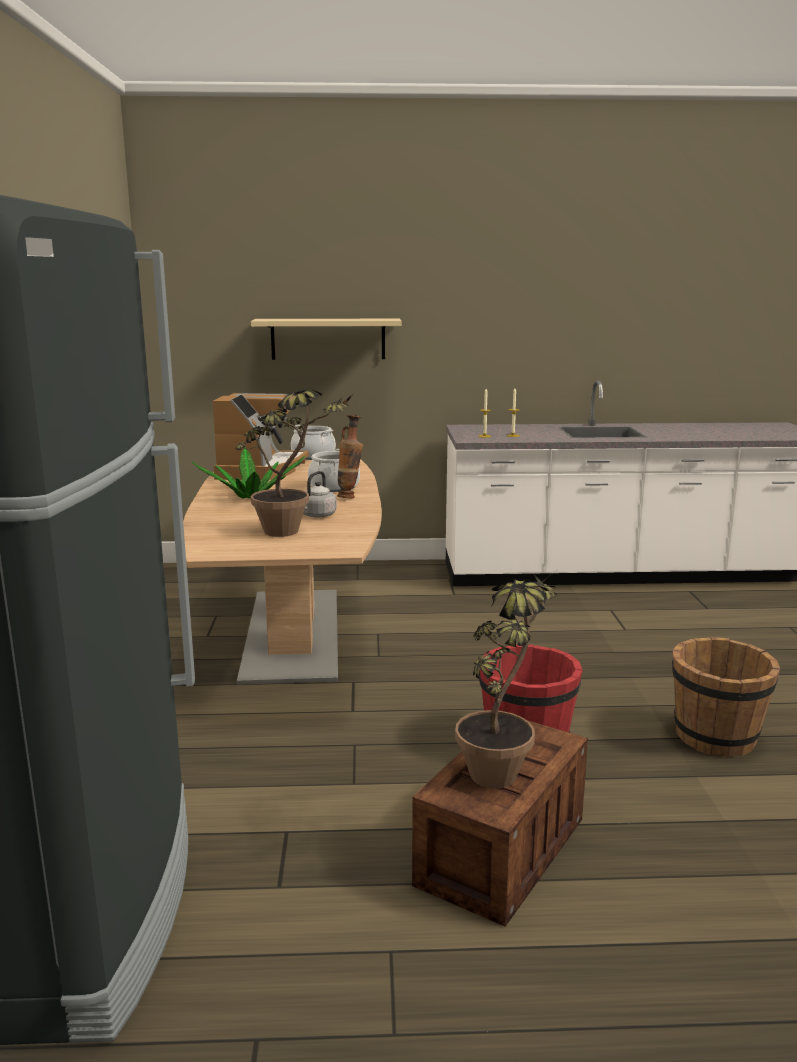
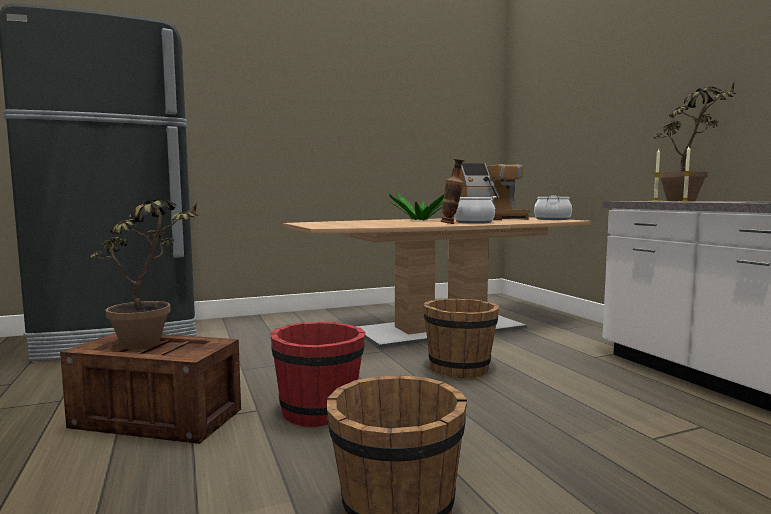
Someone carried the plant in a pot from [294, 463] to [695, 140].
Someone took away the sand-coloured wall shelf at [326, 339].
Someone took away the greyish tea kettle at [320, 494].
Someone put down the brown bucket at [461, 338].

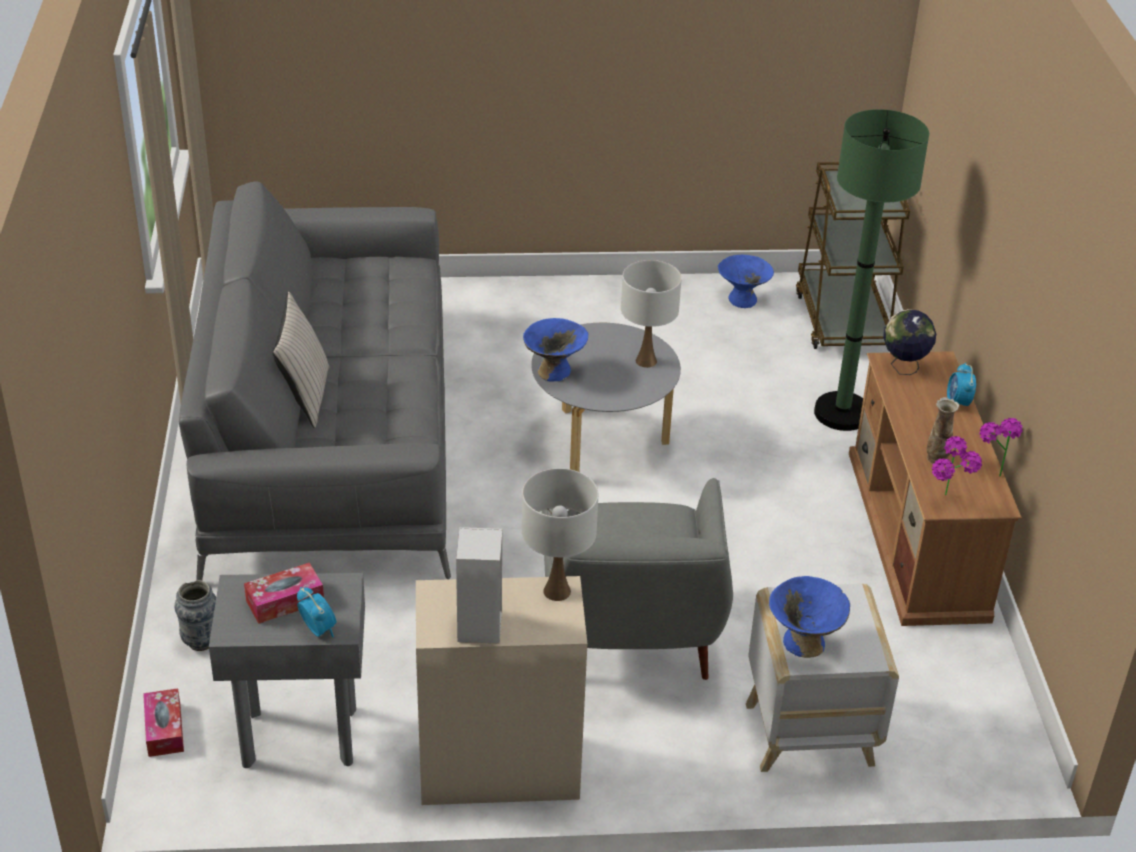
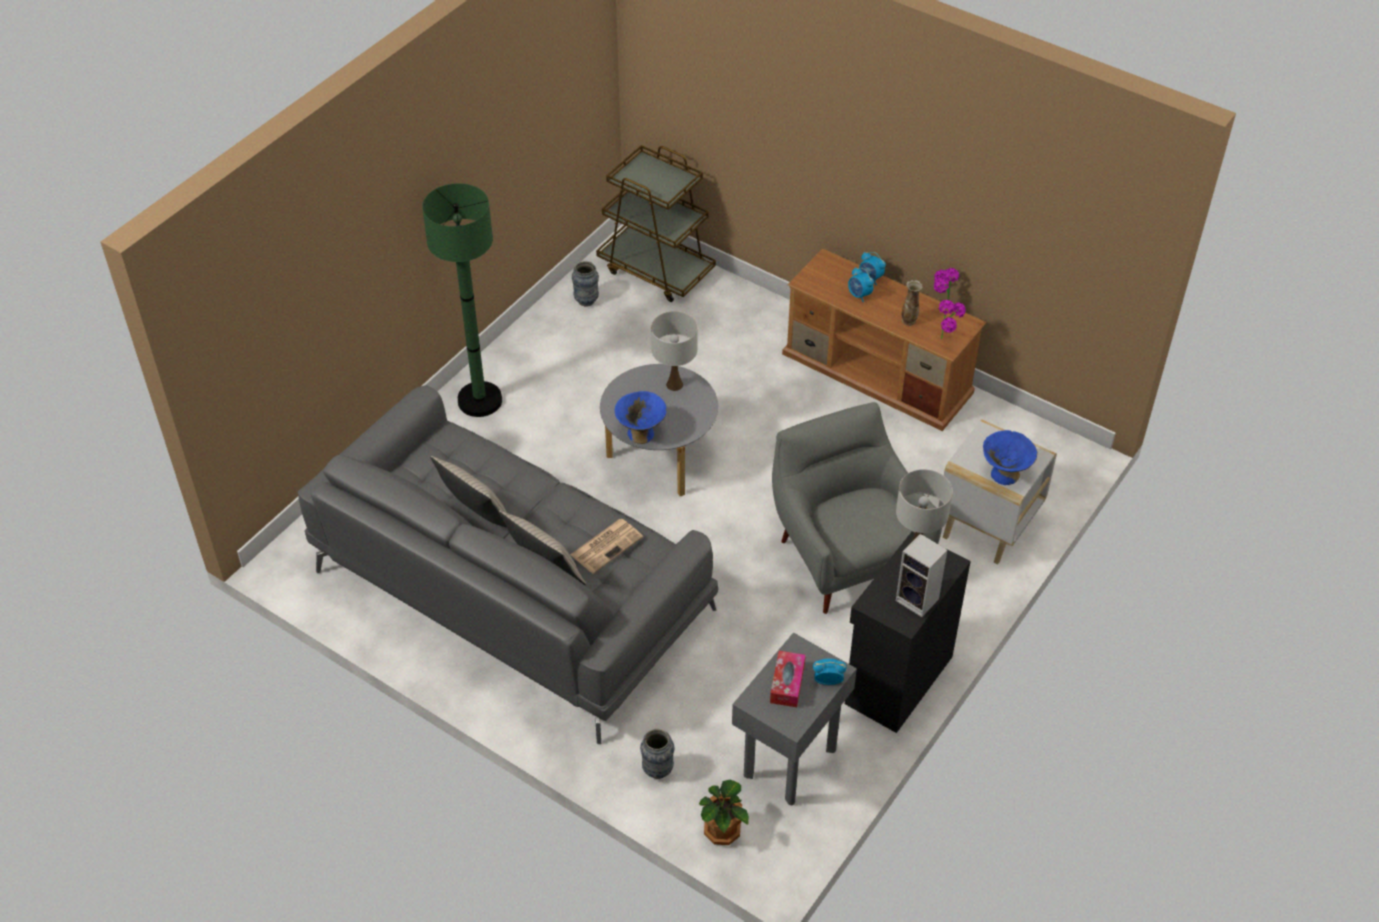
Someone swapped the tissue holder at [163, 722] for the plant in a pot at [724, 812].
Someone repainted the sand-coloured storage cabinet at [501, 690], which became the black-coloured storage cabinet at [908, 632].
Someone rotated the greyish easy chair at [637, 579] by 150 degrees counterclockwise.
Someone swapped the blue-coloured deep dish at [746, 281] for the flower vase at [585, 283].
Someone carried the greenish standard lamp from [871, 270] to [462, 300].
Someone took away the world globe at [909, 342].
Someone put down the sand-coloured pillow at [468, 492].
Someone put down the printed paper at [606, 546].
Someone put down the alarm clock at [861, 284].

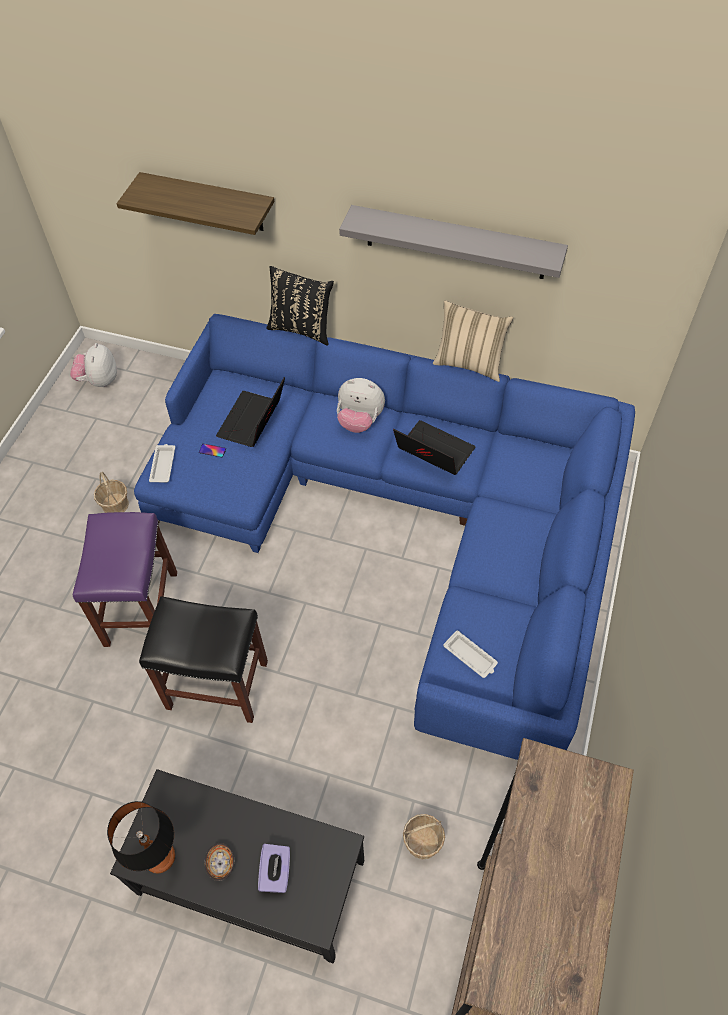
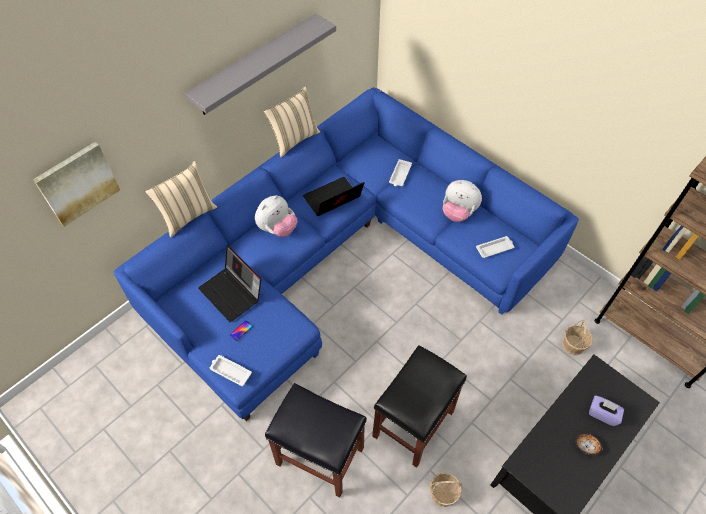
Someone carried the soft toy from [93, 365] to [462, 201].
Someone repainted the purple-coloured stool at [124, 579], which became the black-coloured stool at [316, 440].
Someone carried the storage basket from [111, 492] to [446, 490].
Someone took away the tabletop lamp at [141, 837].
Someone swapped the wall shelf at [195, 203] for the picture at [76, 184].
Someone repainted the black-coloured pillow at [300, 306], which became the sand-coloured pillow at [181, 199].
Someone put down the white carrying tray at [400, 172].

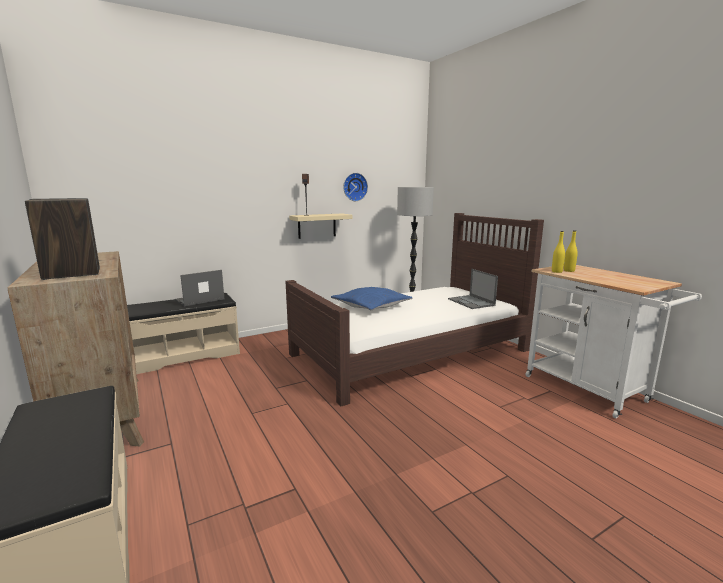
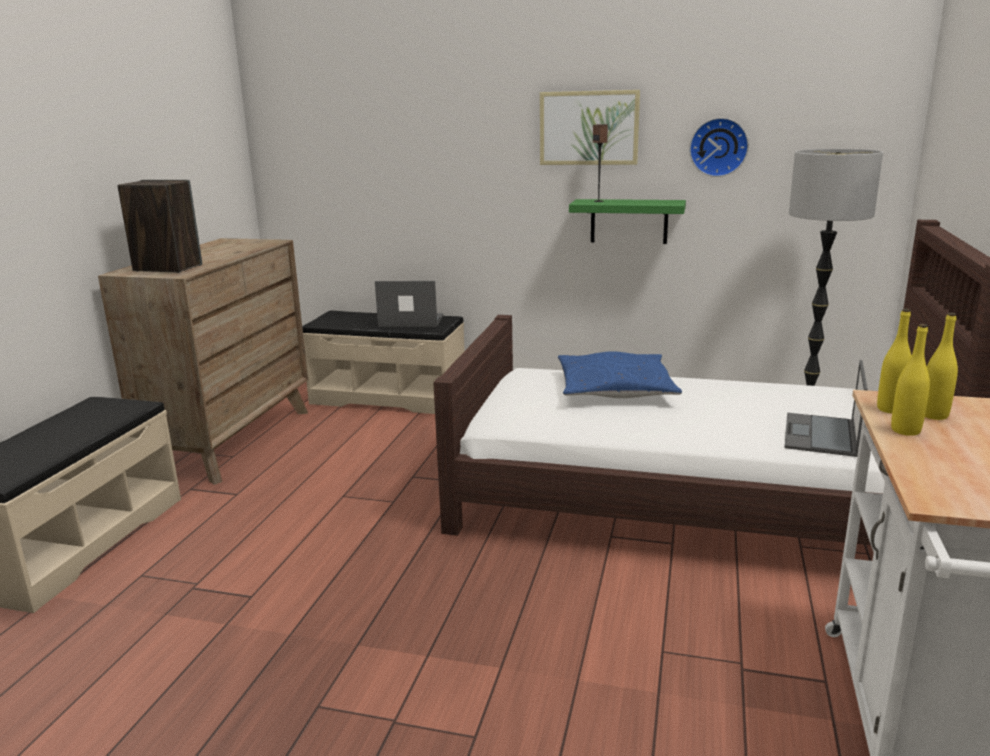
Someone repainted the sand-coloured wall shelf at [321, 226], which became the greenish wall shelf at [627, 221].
Someone put up the picture at [590, 127].
Someone put down the yellow-coloured drink bottle at [910, 380].

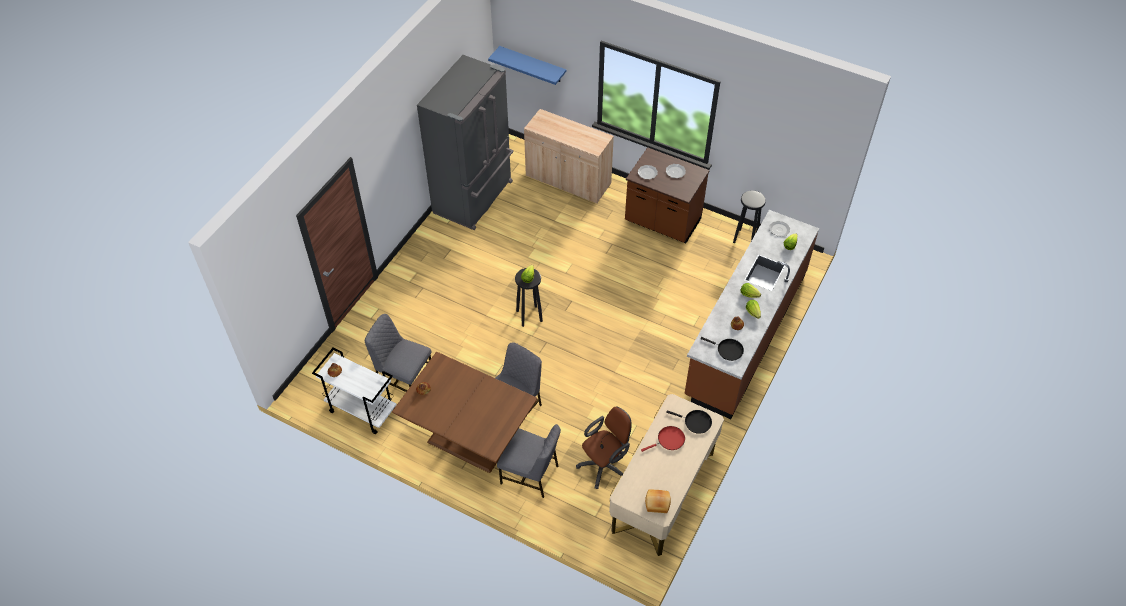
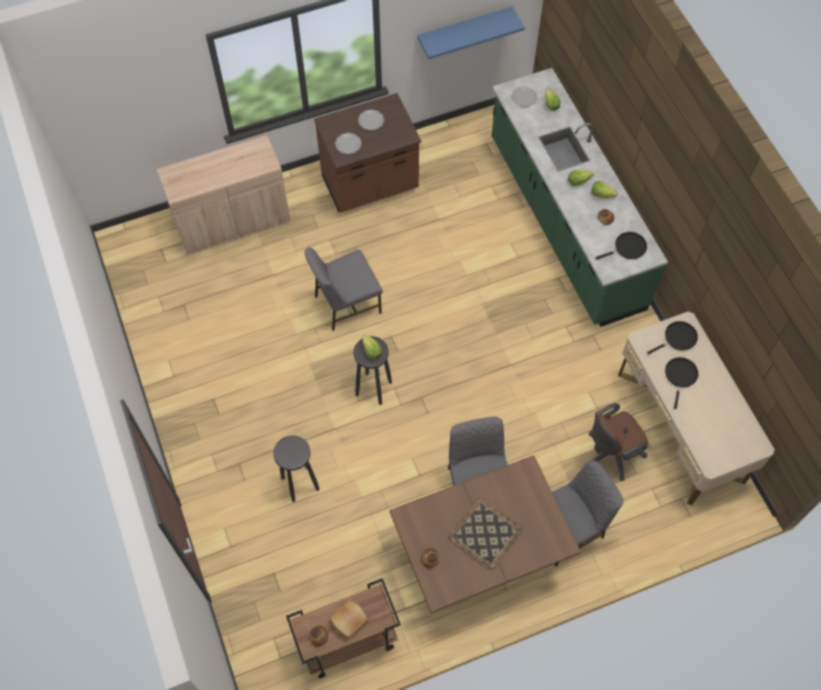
Someone repainted the white cart at [354, 391], which became the brown cart at [343, 628].
Someone carried the greyish plain chair from [398, 353] to [343, 289].
Someone took away the greyish refrigerator at [465, 142].
Someone carried the blue-coloured wall shelf from [527, 65] to [471, 33].
Someone rotated the brown computer chair at [604, 447] by 120 degrees counterclockwise.
Someone repainted the red-coloured skillet at [663, 439], which became the black-coloured skillet at [682, 383].
Someone carried the bakery bread from [658, 501] to [349, 619].
Someone repainted the brown kitchen base unit at [751, 314], which became the greenish kitchen base unit at [580, 197].
Someone carried the black-coloured stool from [749, 216] to [296, 469].
Someone put down the carrying tray at [485, 534].

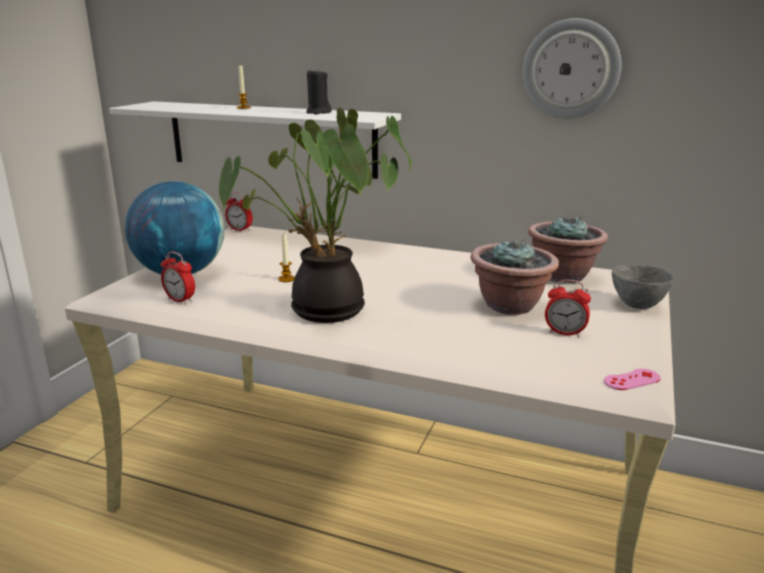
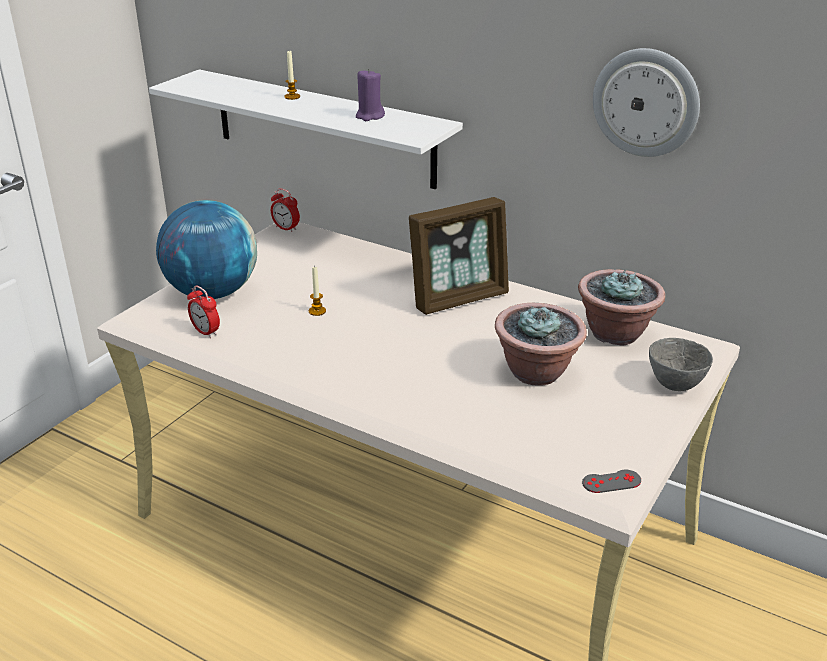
Someone took away the plant in a pot at [315, 215].
Someone repainted the black-coloured wax candle at [319, 91], which became the purple-coloured wax candle at [370, 95].
Someone took away the alarm clock at [568, 308].
Someone repainted the pinkish joypad at [632, 379], which became the greyish joypad at [611, 481].
Someone put down the picture frame at [459, 256].

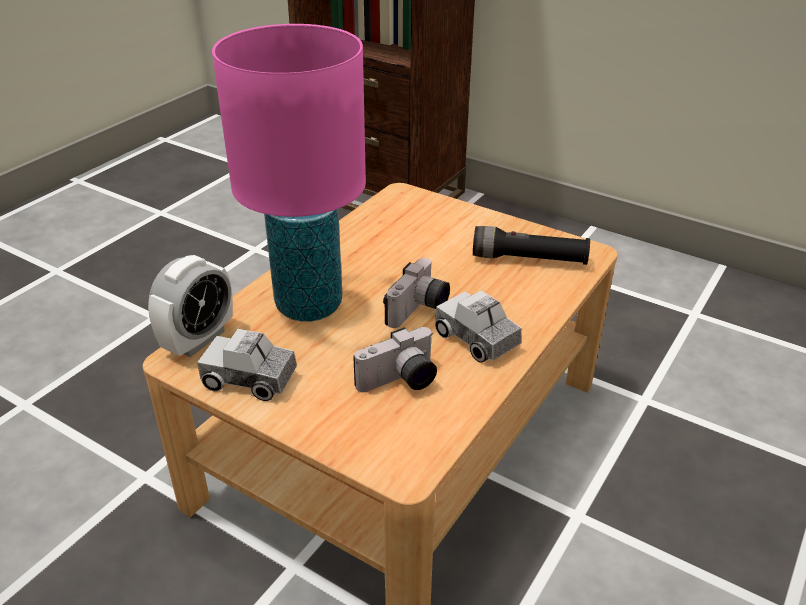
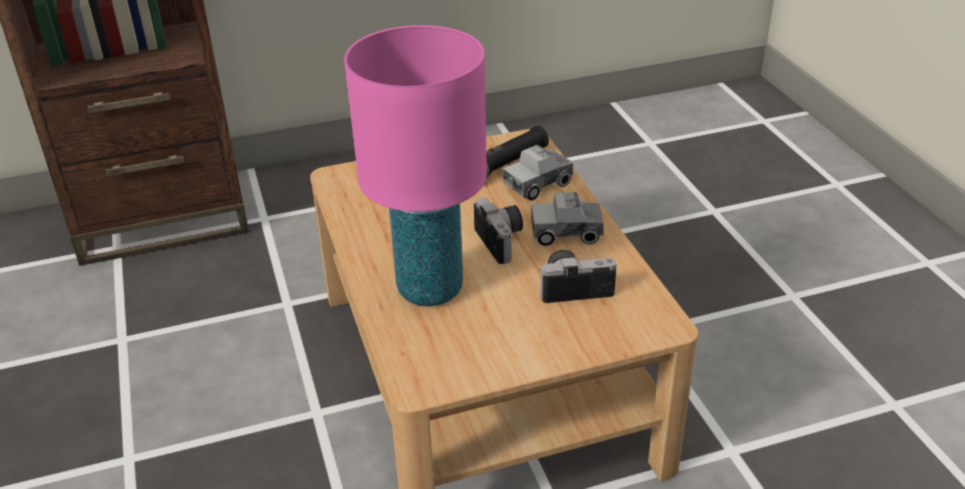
Someone took away the alarm clock at [190, 306].
Someone carried the toy lorry from [247, 365] to [538, 173].
Someone rotated the still camera at [395, 359] by 105 degrees counterclockwise.

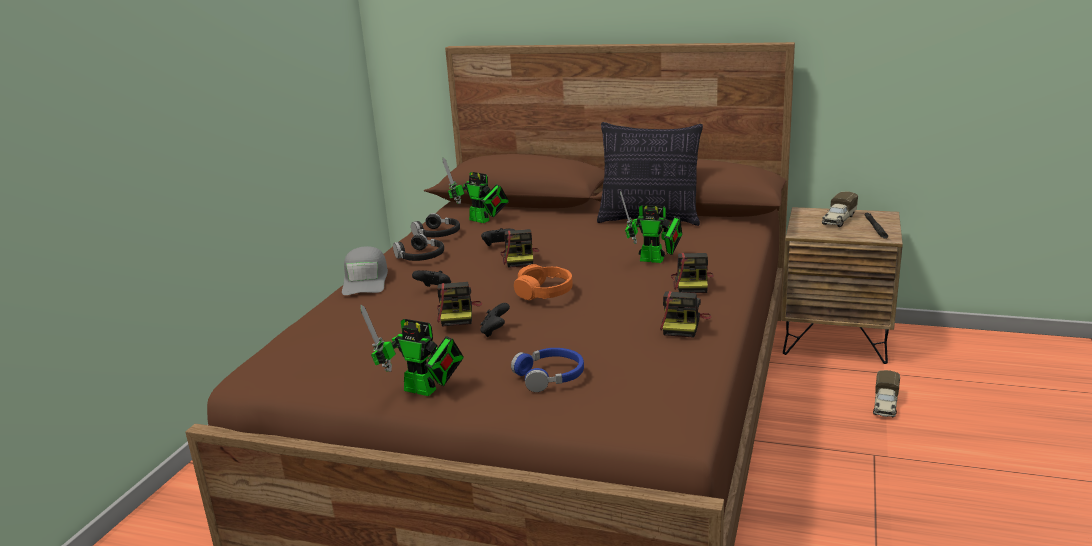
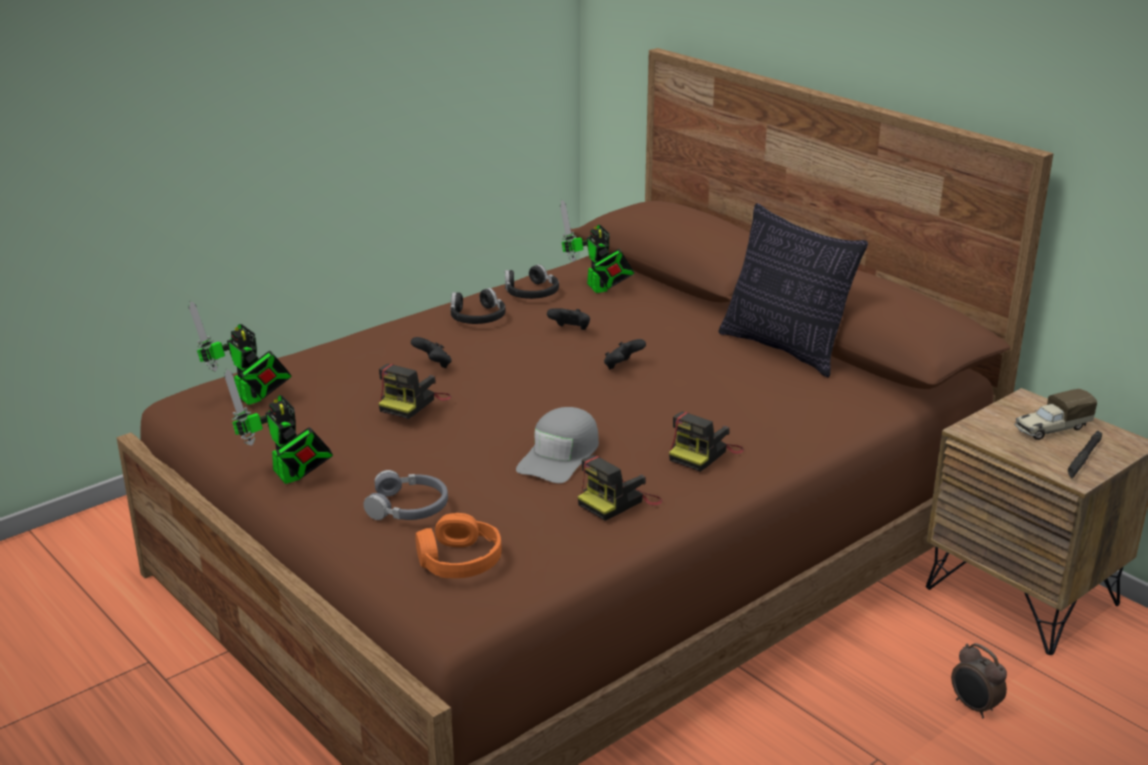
Someone carried the greyish cap from [365, 270] to [557, 445].
Someone carried the black-coloured joypad from [495, 320] to [625, 354].
Someone took away the still camera at [520, 248].
Someone repainted the blue-coloured headphones at [547, 370], which became the greyish headphones at [405, 495].
Someone carried the orange headphones from [543, 282] to [458, 545].
Someone carried the toy robot from [651, 227] to [240, 353].
Someone swapped the toy lorry at [886, 393] for the alarm clock at [979, 680].

